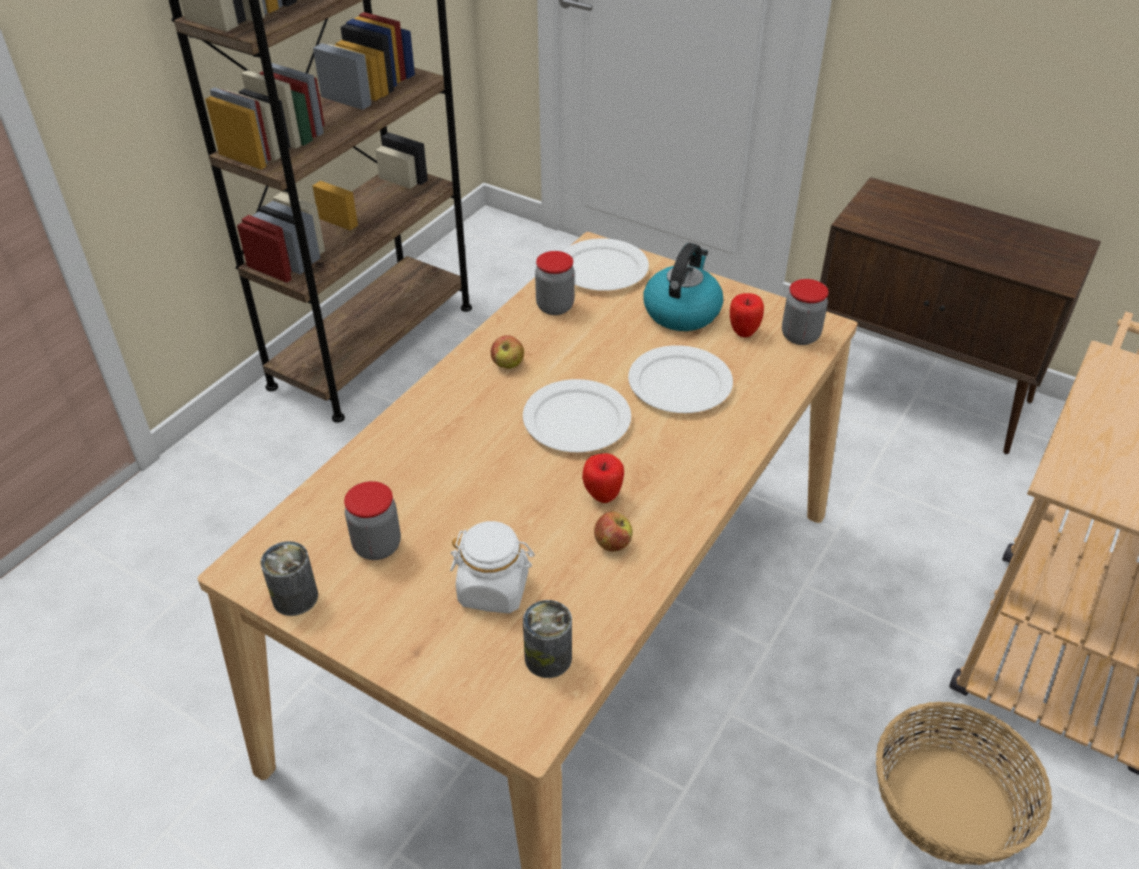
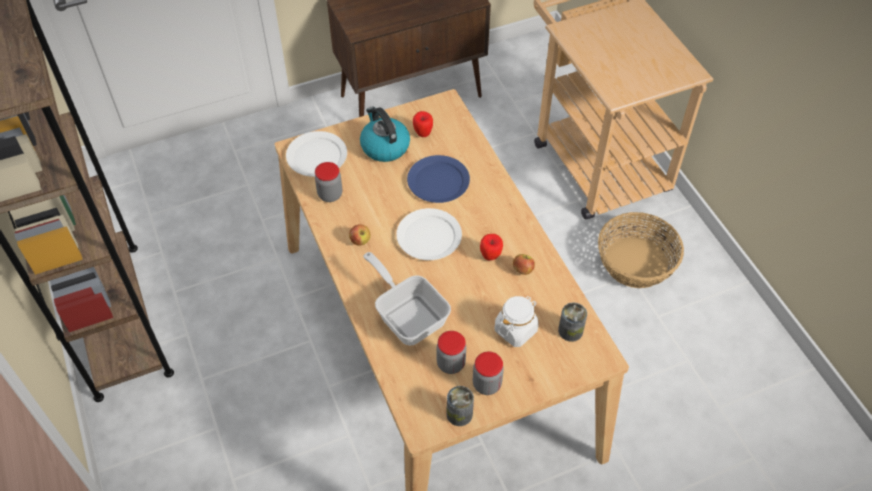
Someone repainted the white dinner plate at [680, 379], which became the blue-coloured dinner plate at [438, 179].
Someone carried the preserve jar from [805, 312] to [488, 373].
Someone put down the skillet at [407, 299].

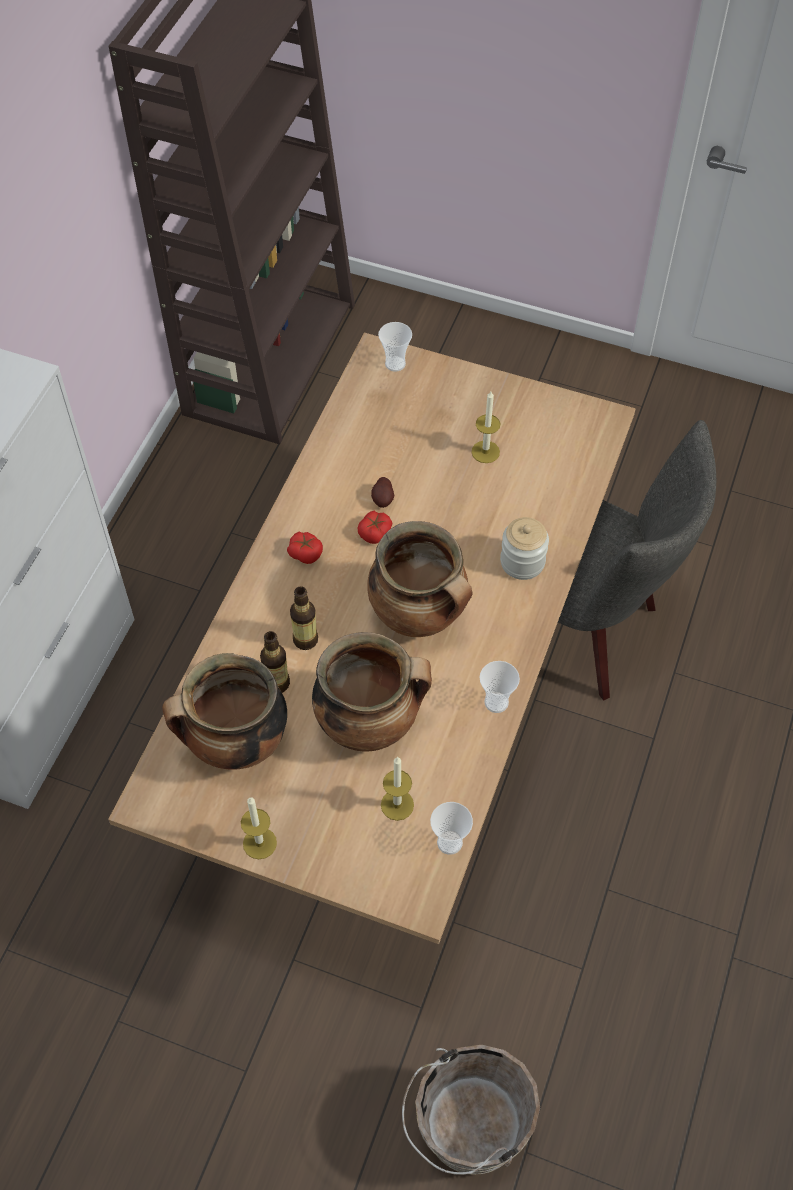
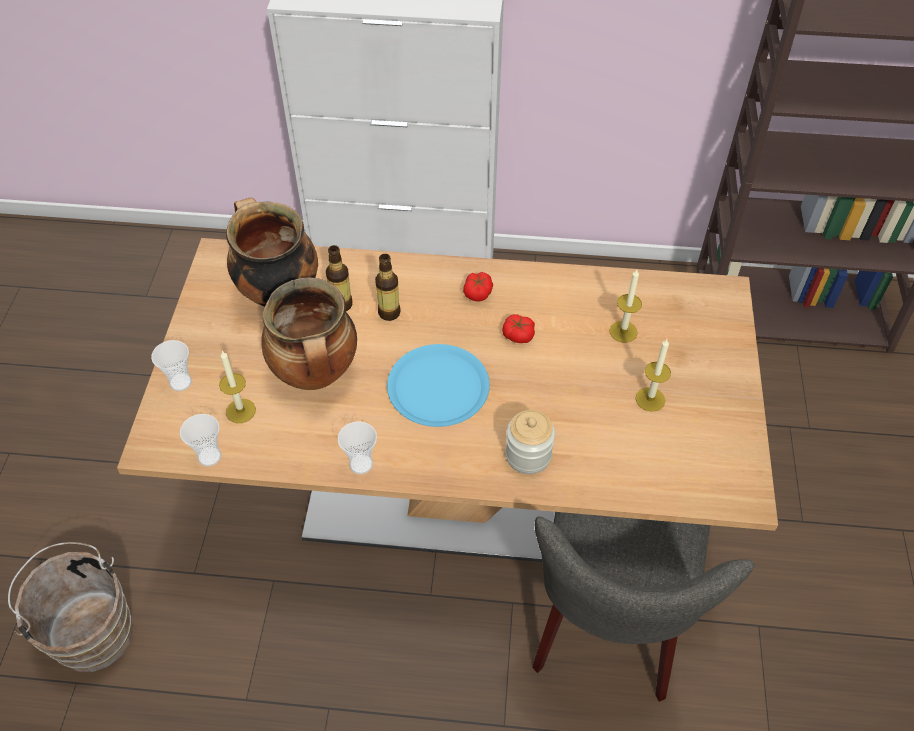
Someone carried the wax candle from [259, 828] to [626, 306].
Someone swapped the saucepot at [420, 579] for the blue-coloured dinner plate at [438, 385].
Someone took away the whole potato at [382, 492].
Someone carried the drinking cup from [395, 347] to [171, 365].

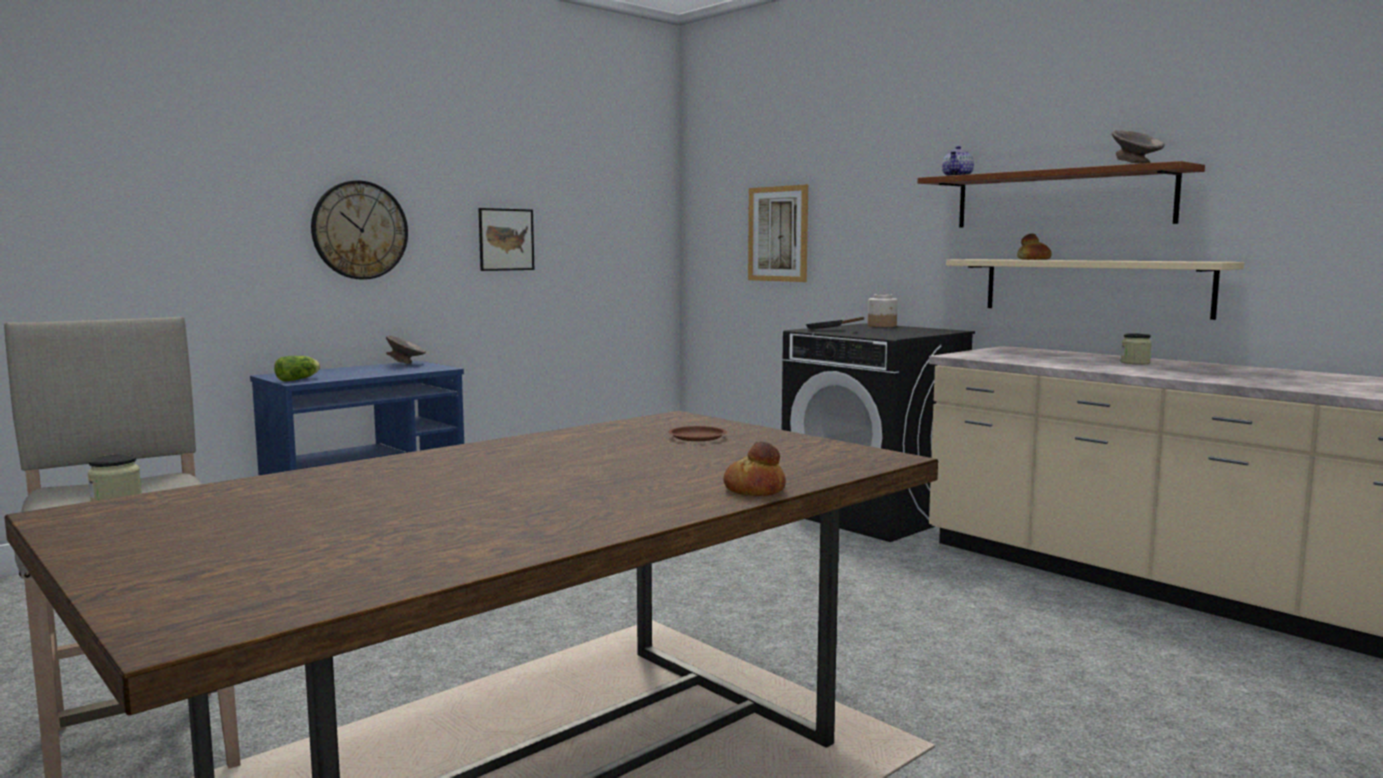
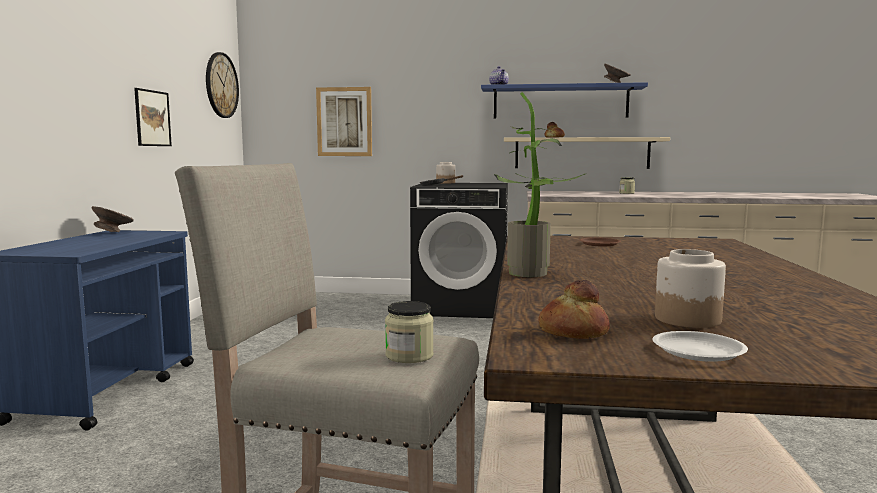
Someone took away the lettuce head at [297, 368].
Someone carried the wall clock from [359, 230] to [222, 85].
Someone carried the bakery bread from [755, 469] to [574, 309].
Someone repainted the brown wall shelf at [1061, 194], which became the blue-coloured wall shelf at [564, 100].
Someone put down the plant in a pot at [540, 184].
Someone put down the white dinner plate at [700, 346].
Someone put down the preserve jar at [690, 288].

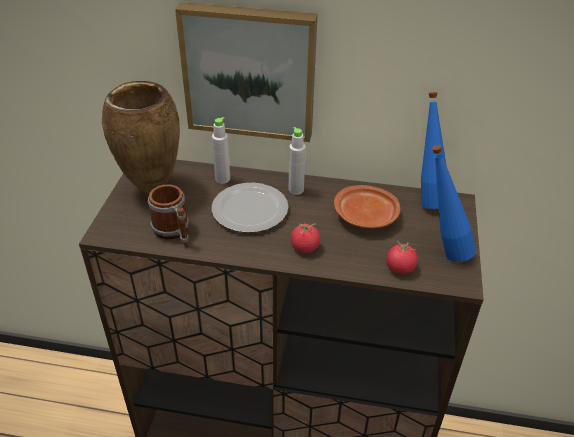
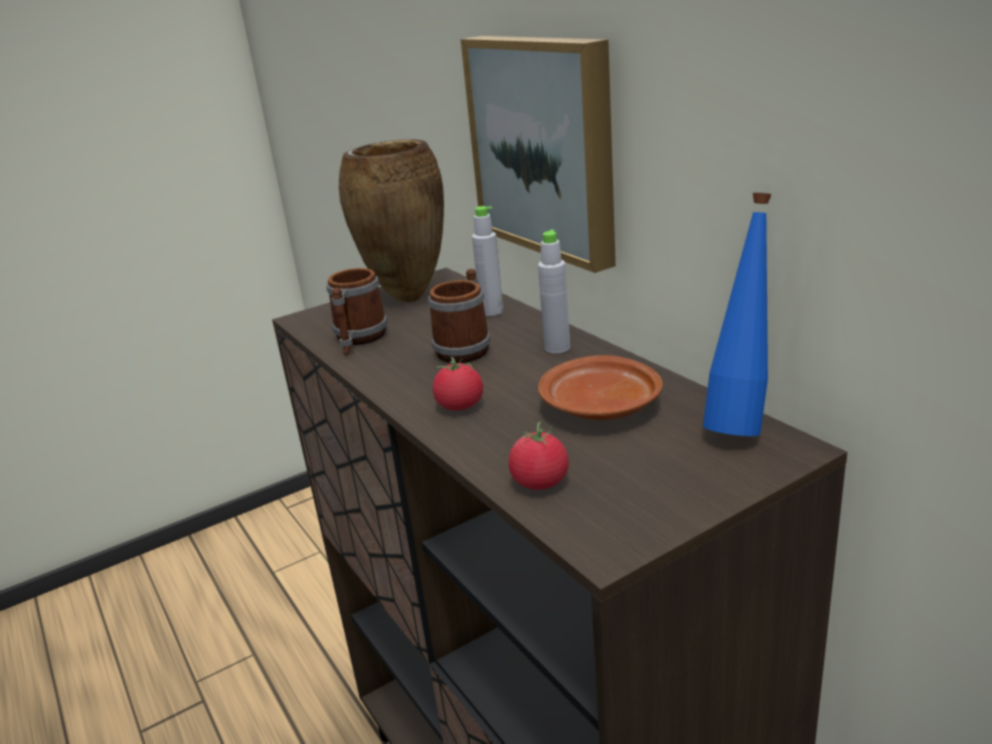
Someone swapped the dinner plate at [250, 208] for the coffee mug at [459, 316].
Someone took away the blue-coloured drink bottle at [454, 203].

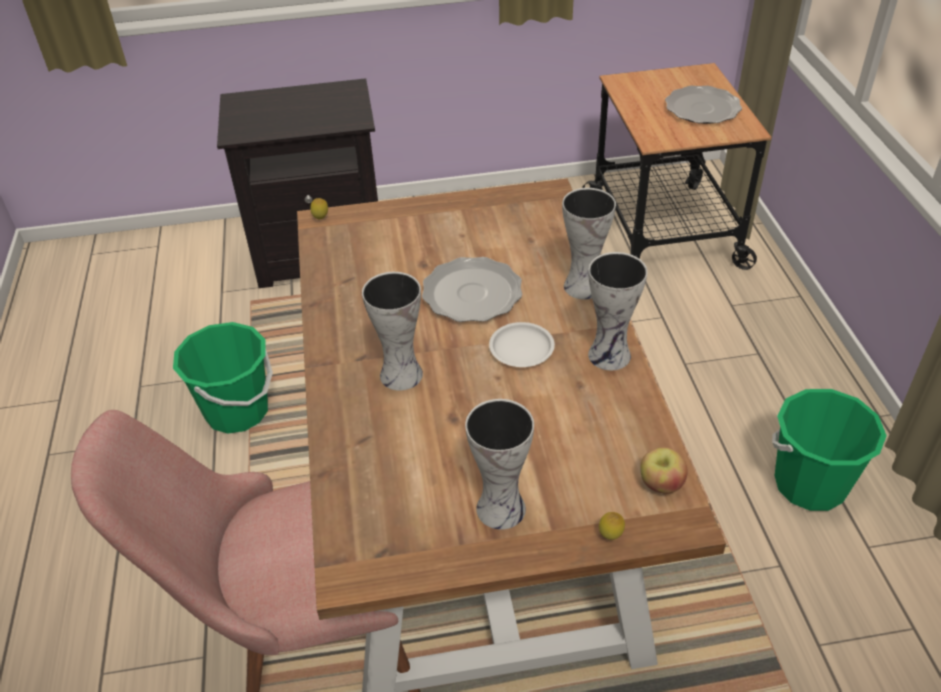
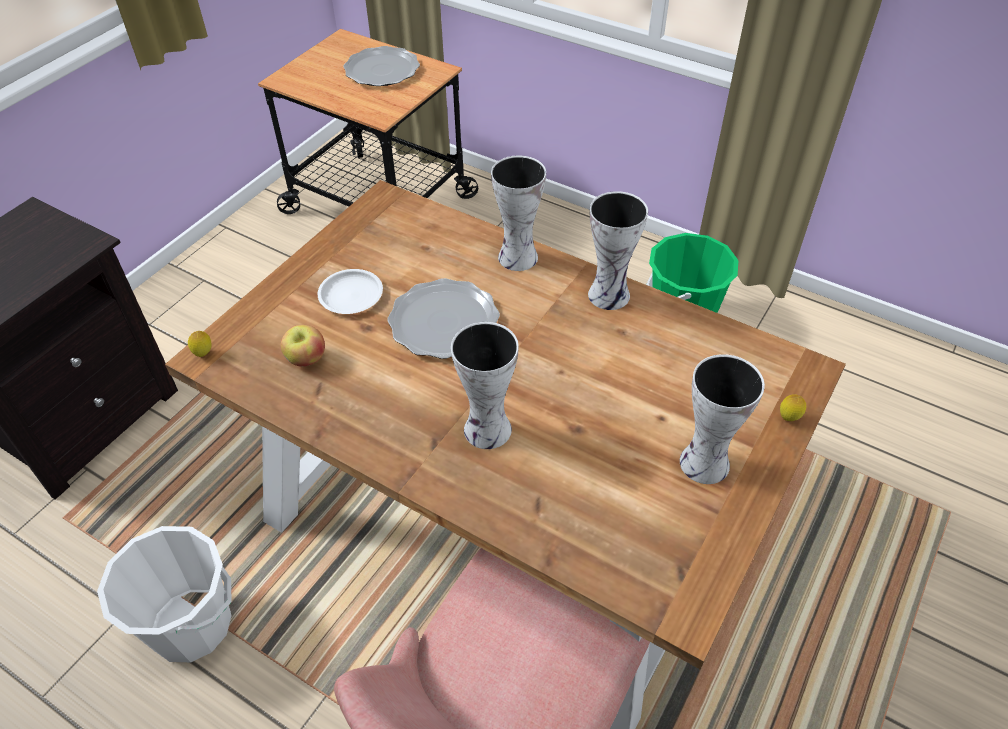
Someone repainted the greenish bucket at [223, 378], which became the white bucket at [164, 594].
Someone carried the white dinner plate from [522, 344] to [350, 291].
Someone carried the apple fruit from [664, 470] to [302, 346].

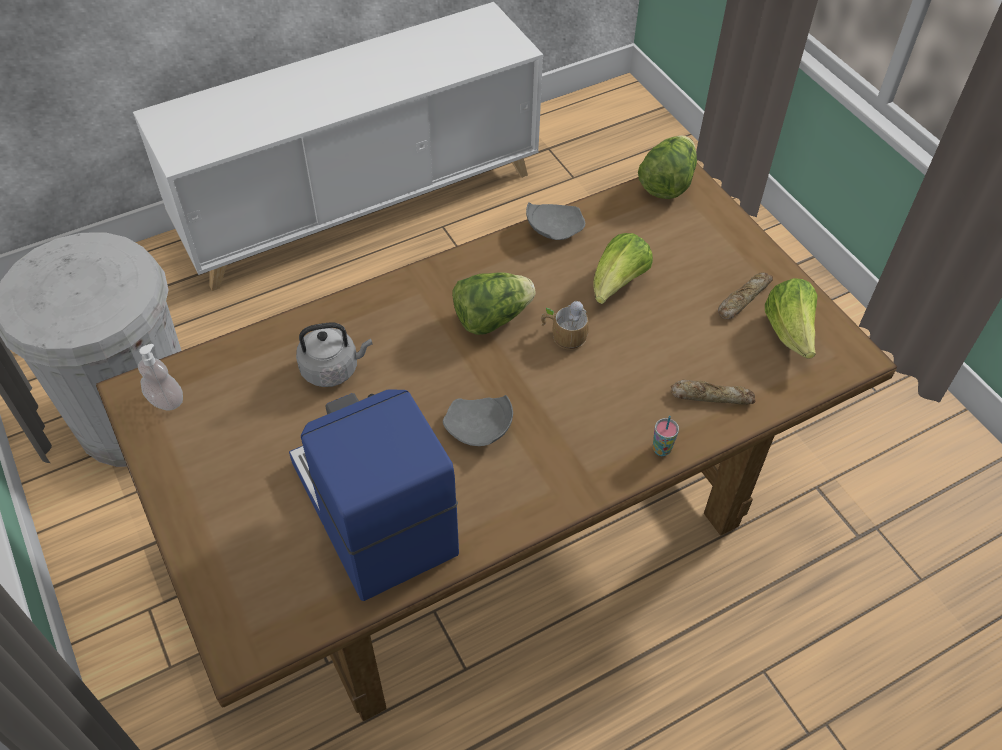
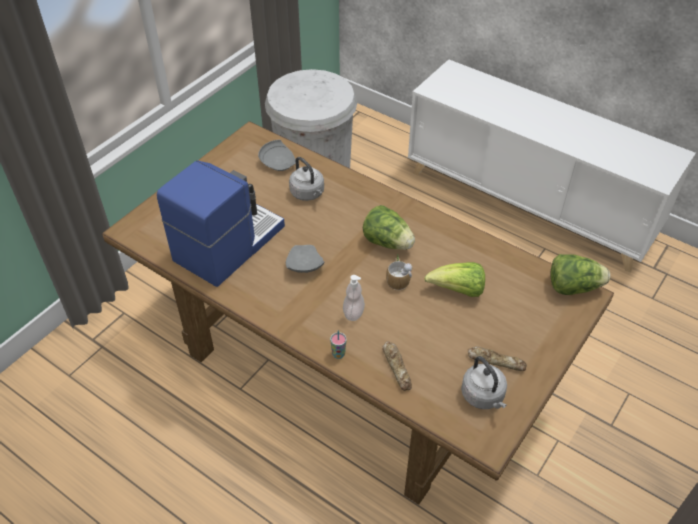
Someone carried the soap dispenser from [160, 377] to [354, 298].
Someone carried the greyish dinner plate from [555, 221] to [277, 155].
Someone swapped the lettuce head at [791, 318] for the greyish tea kettle at [484, 382].

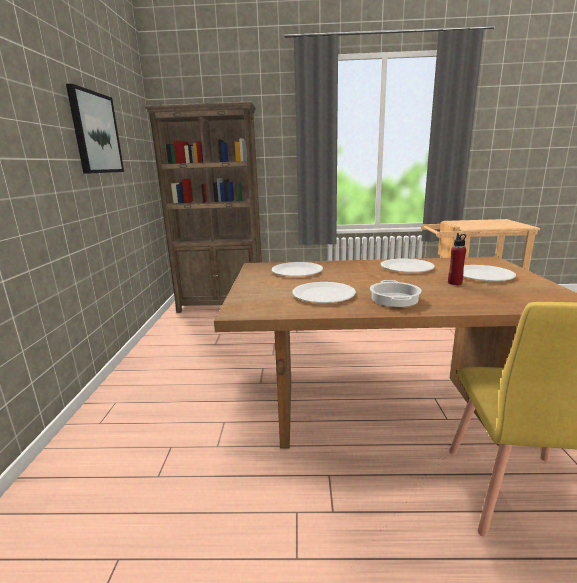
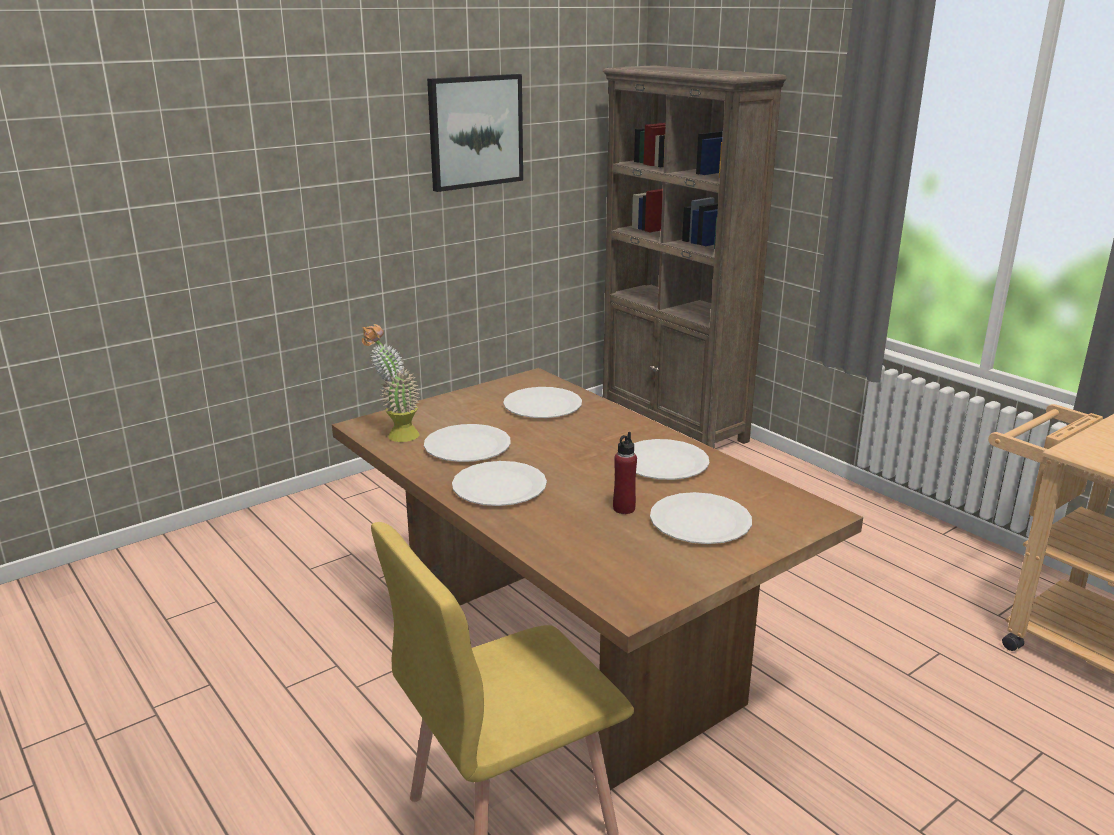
Someone swapped the saucepot at [396, 293] for the white dinner plate at [499, 483].
Someone put down the plant in a pot at [391, 383].

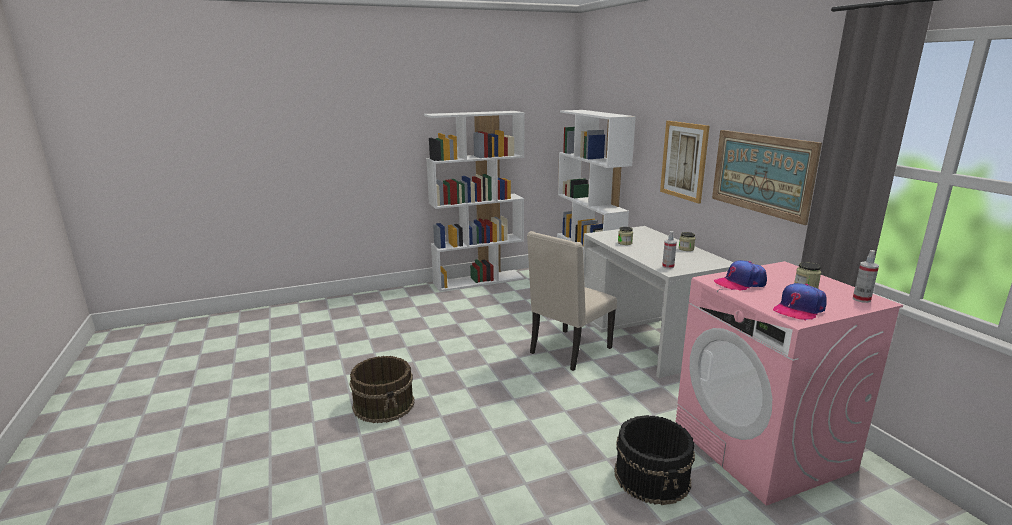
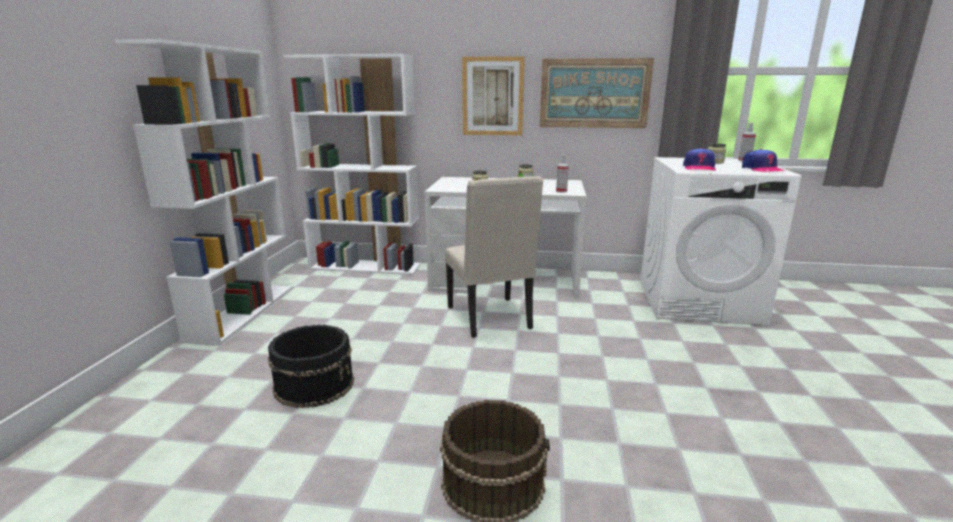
Someone carried the black-coloured bucket from [654, 460] to [311, 366].
Someone repainted the pinkish washing machine at [789, 383], which became the white washing machine at [720, 241].

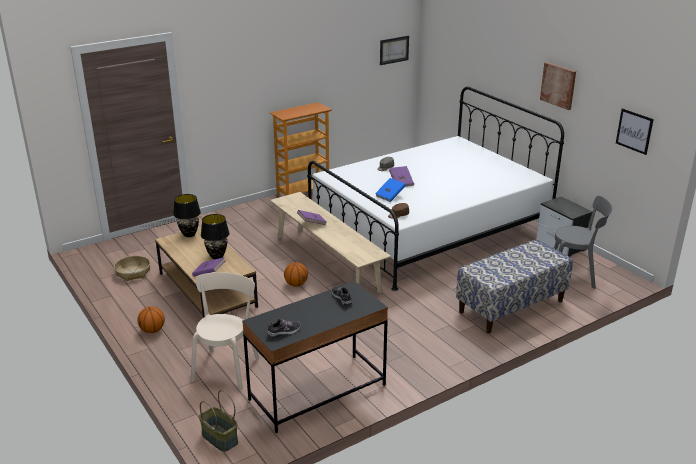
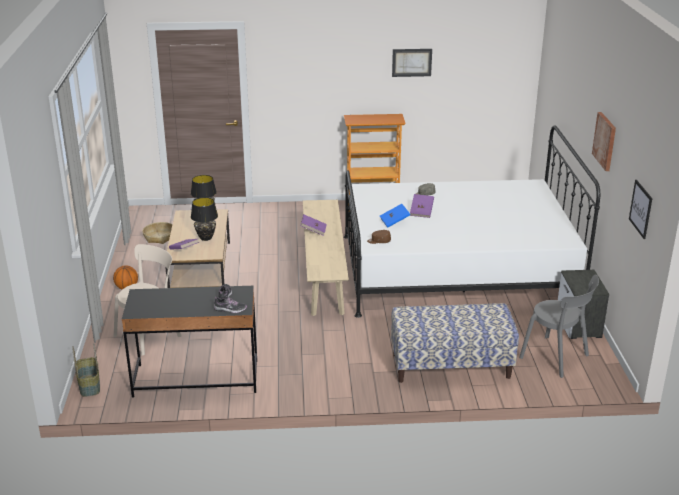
Someone carried the shoe from [284, 328] to [230, 304].
Someone took away the ball for basketball at [296, 274].
Someone carried the picture from [394, 50] to [412, 63].

